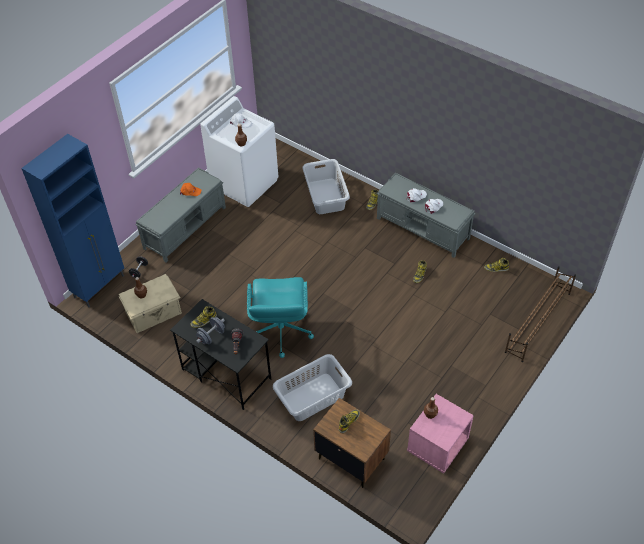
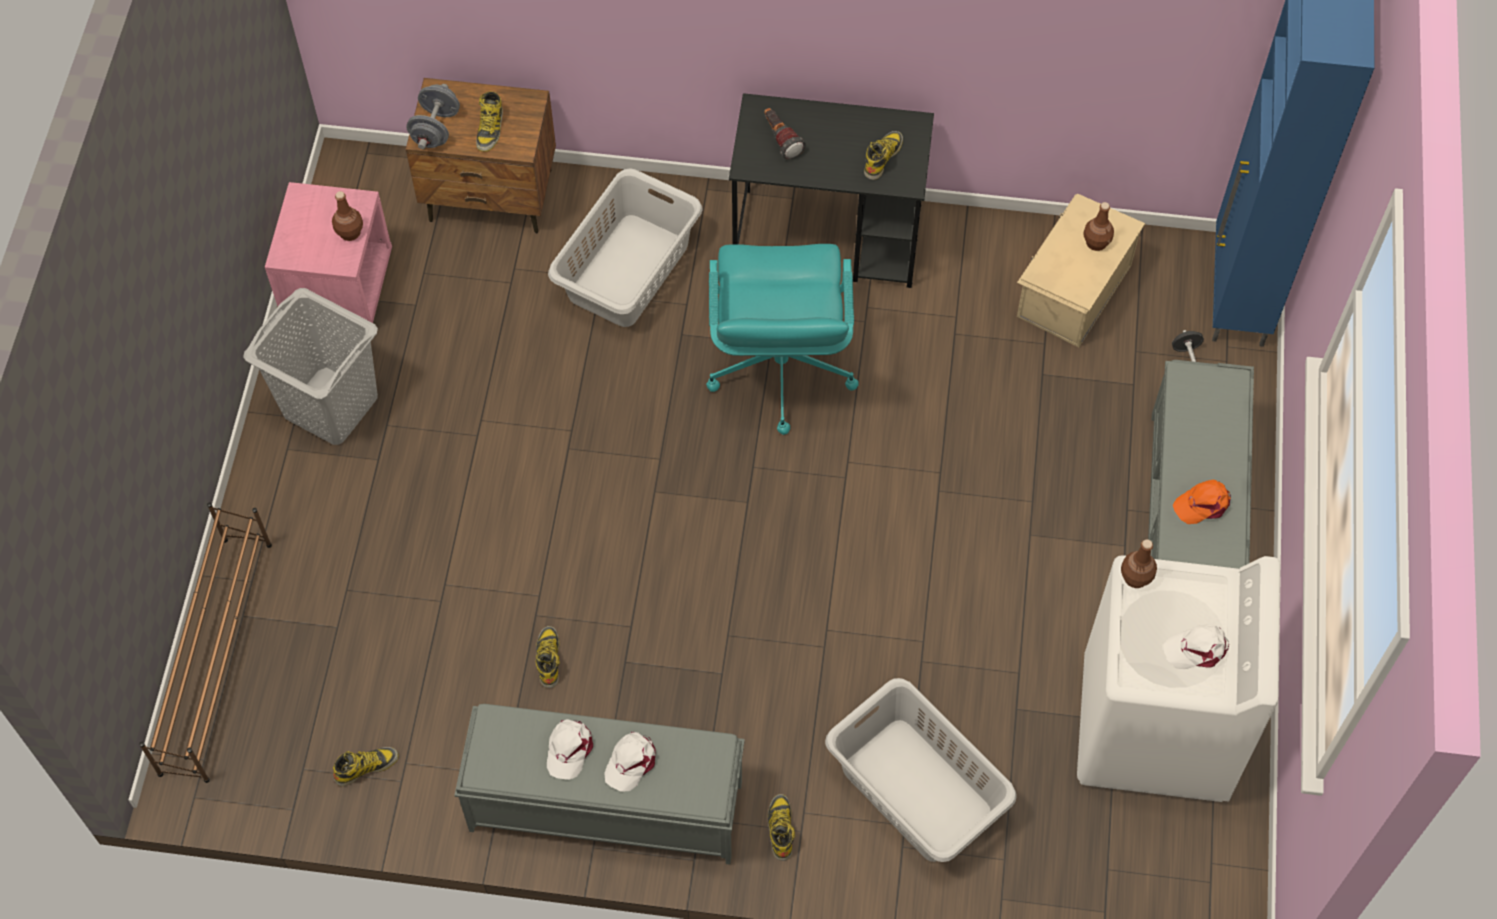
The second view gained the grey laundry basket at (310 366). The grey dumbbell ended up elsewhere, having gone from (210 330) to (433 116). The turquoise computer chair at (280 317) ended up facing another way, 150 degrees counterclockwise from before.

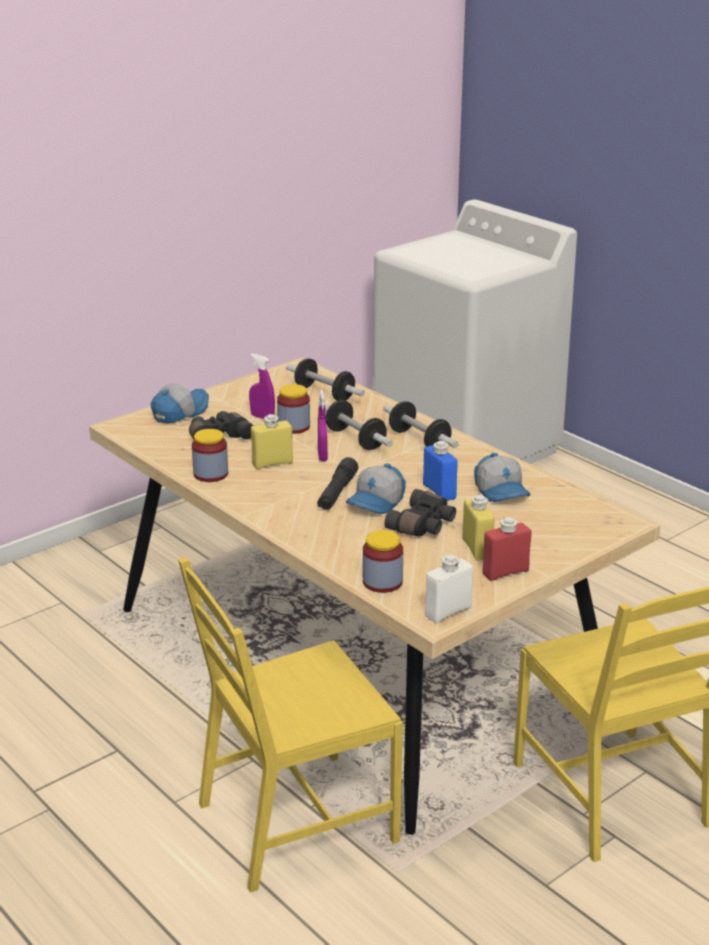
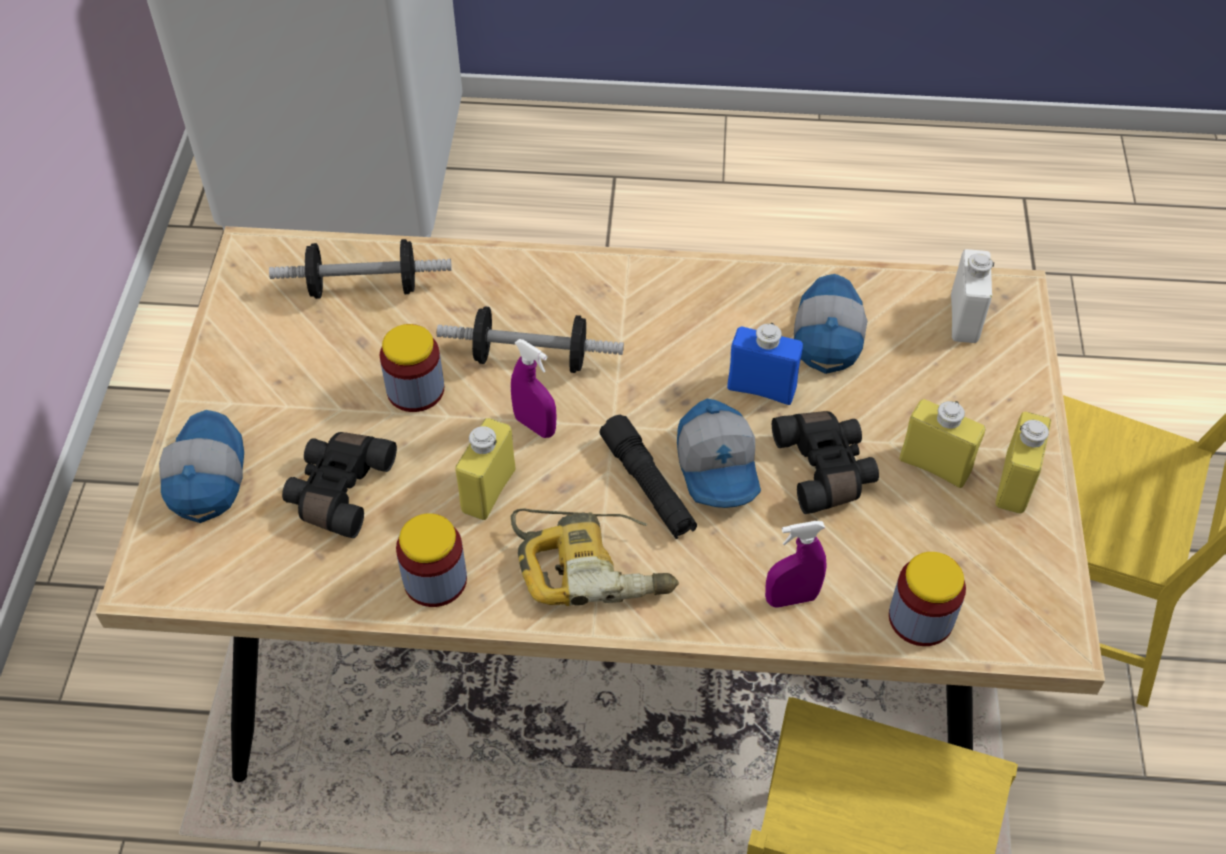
The second view lost the dumbbell at (421 424). The second view gained the electric drill at (595 557). The purple spray bottle ended up elsewhere, having gone from (262 386) to (796 564). The white bottle ended up elsewhere, having gone from (449 589) to (972 296). What was the reddish bottle at (507 549) turned into the yellow bottle at (1023 463). The baseball cap at (502 477) ended up facing another way, 105 degrees counterclockwise from before.

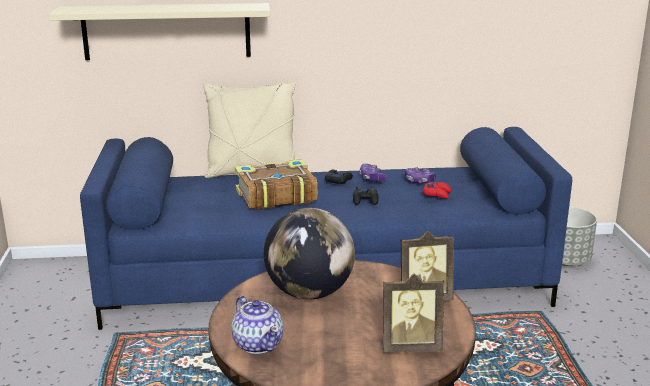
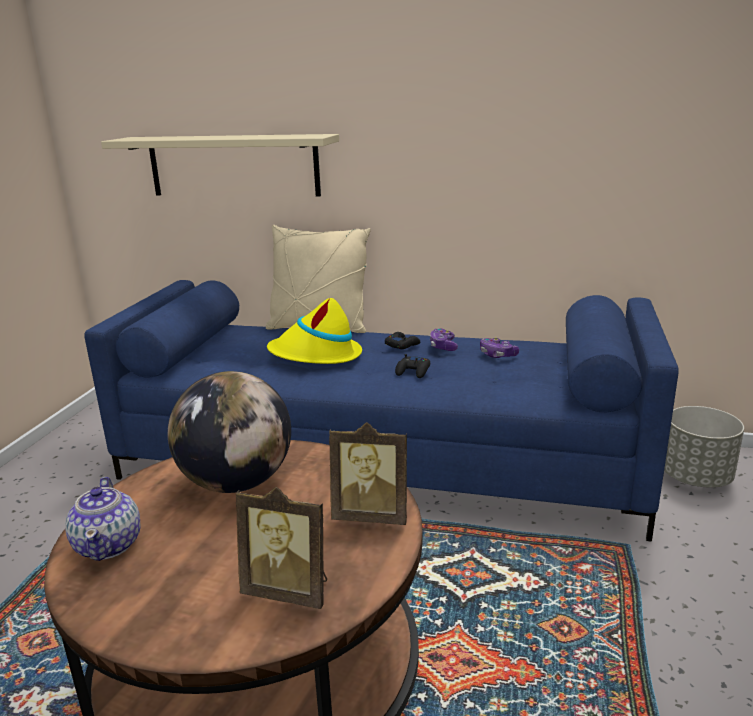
The second view lost the reddish game controller at (437 190). Where the volume stood at (276 184), the yellow hat came to stand at (314 331).

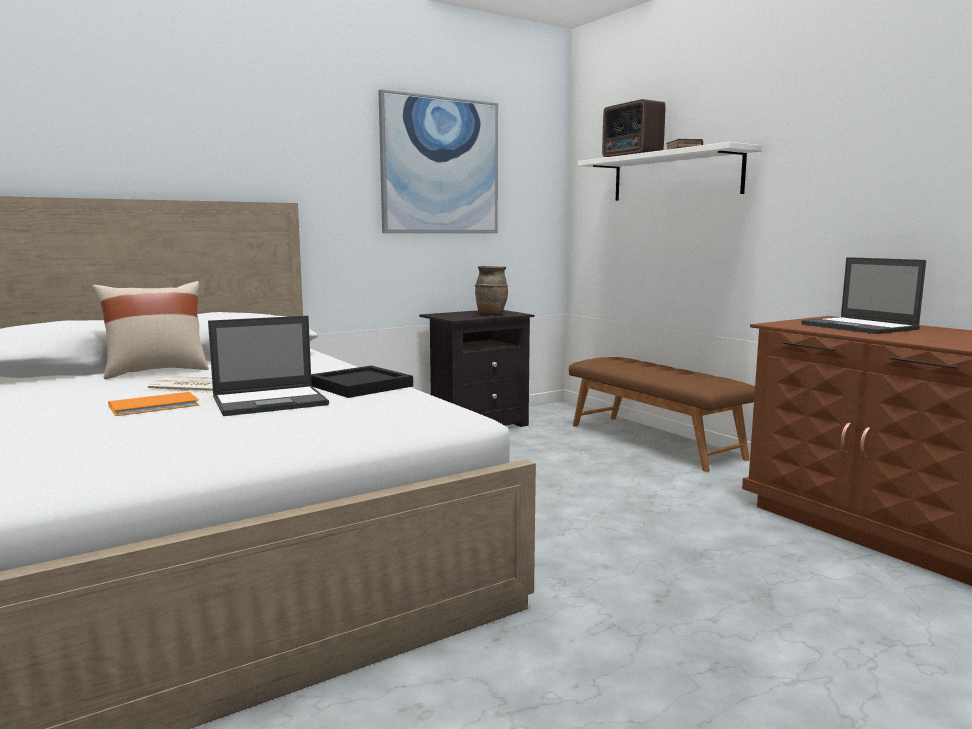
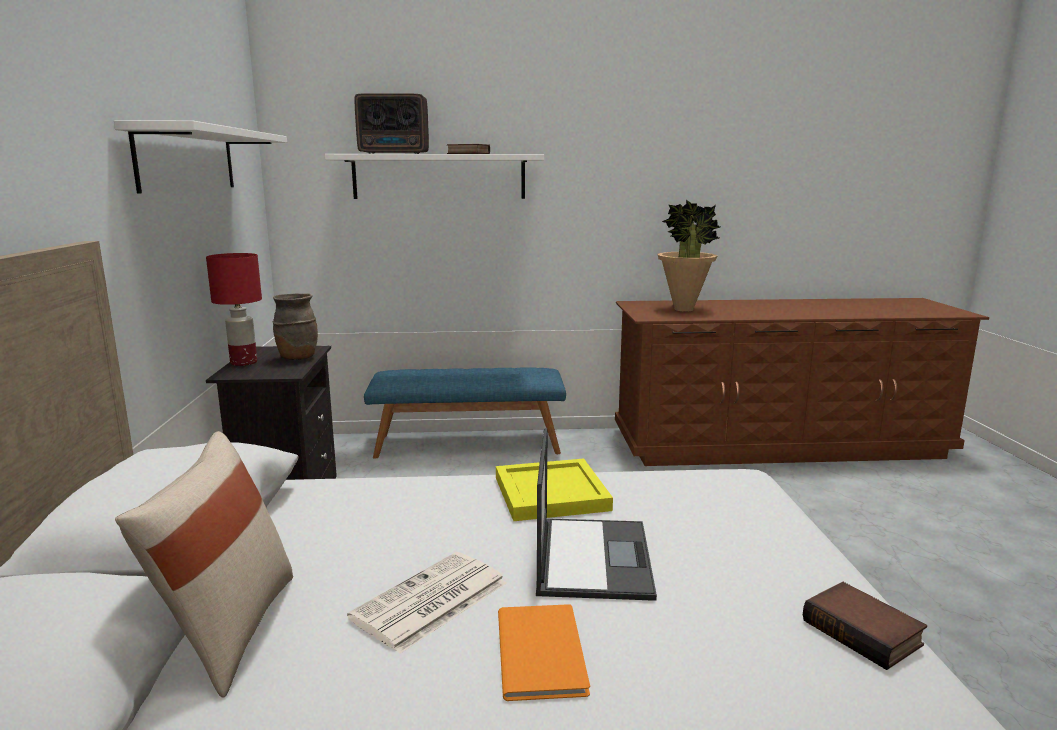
The second view gained the reddish tabletop lamp at (234 309). The second view gained the volume at (865 626). Where the wall picture hung at (438 161), the white wall shelf came to hang at (200 157). Where the notebook computer stood at (863 295), the houseplant came to stand at (689 256). What was the black-coloured carrying tray at (362 382) turned into the yellow carrying tray at (554 490). What was the brown long seat at (662 414) turned into the blue long seat at (465 413).

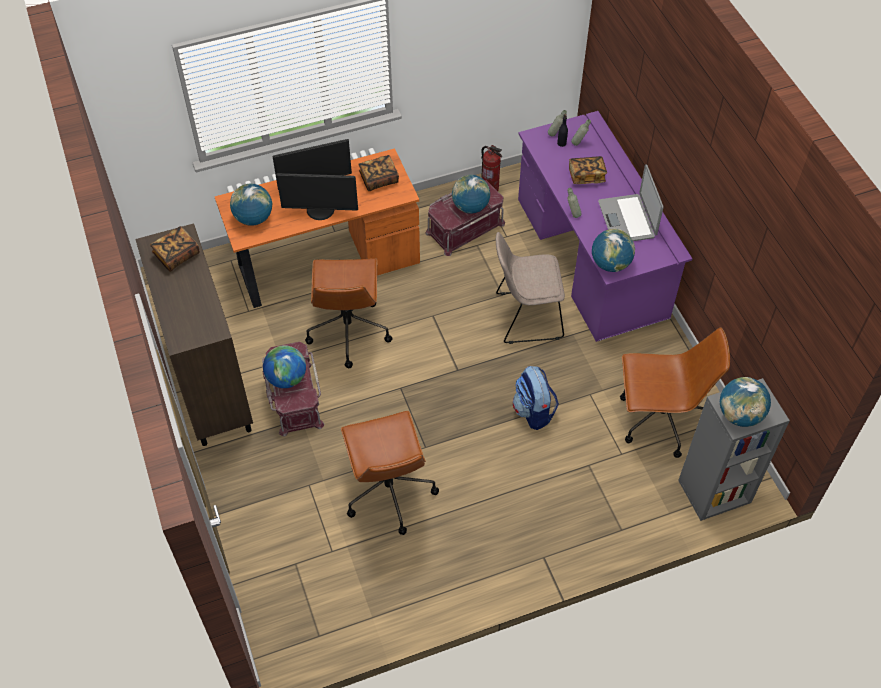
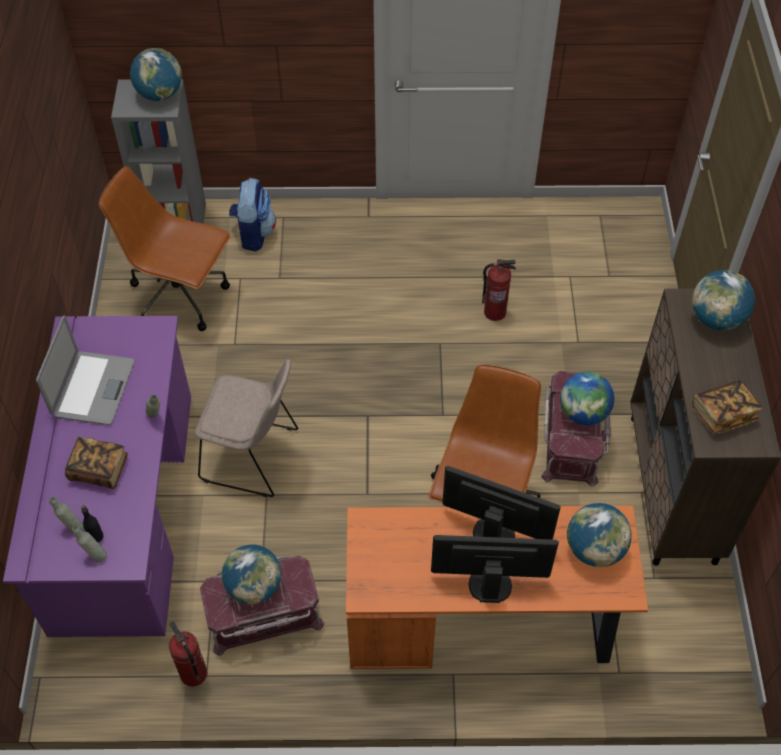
The second view lost the volume at (378 173). The knapsack ended up elsewhere, having gone from (536 398) to (252 215). The globe ended up elsewhere, having gone from (613 250) to (723 300). Where the brown computer chair stood at (390 473), the fire-fighting cylinder came to stand at (499 290).

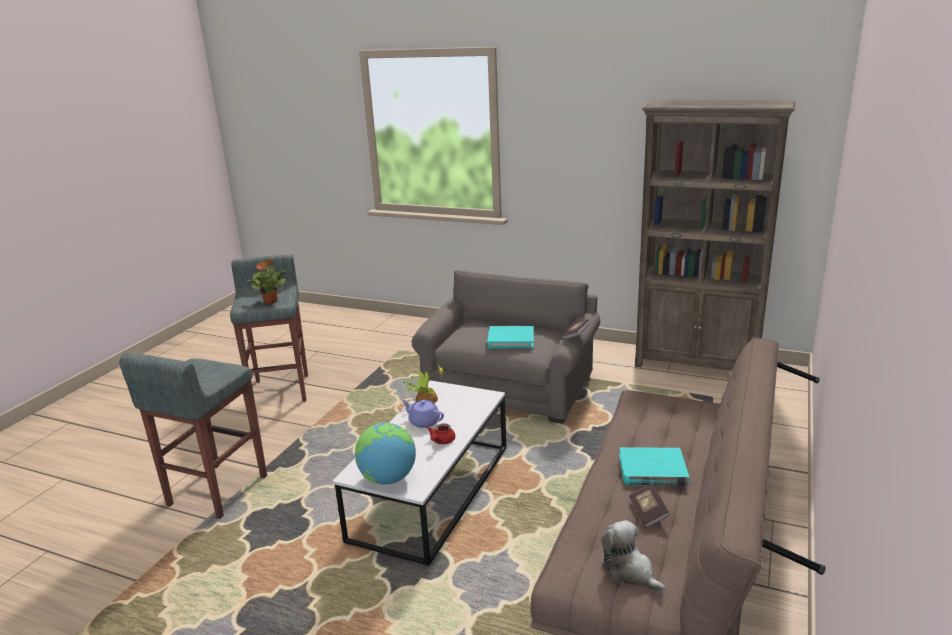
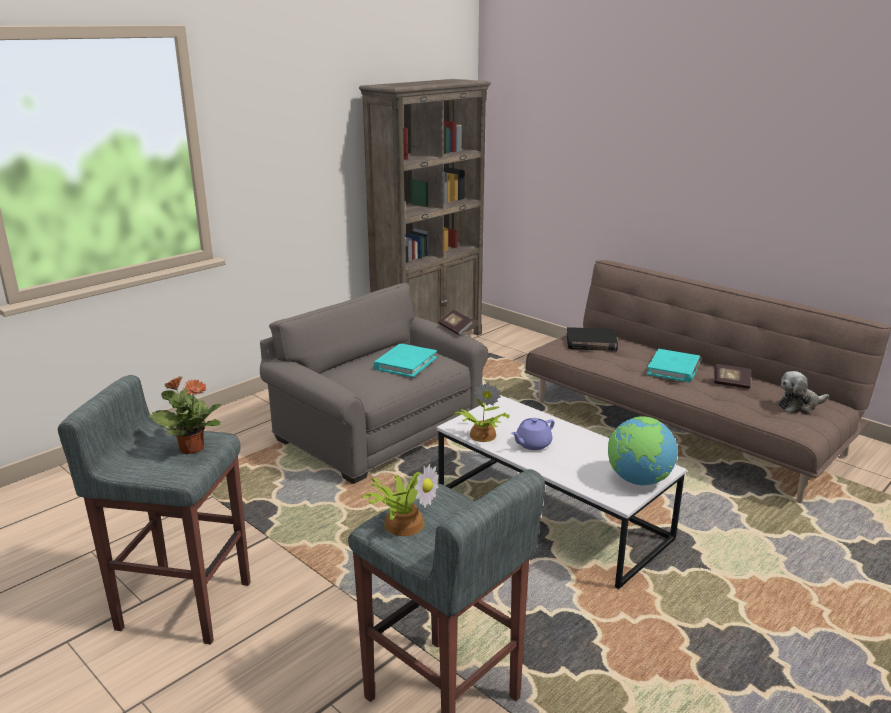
The second view lost the reddish teapot at (440 433). The second view gained the houseplant at (400 500). The second view gained the black-coloured volume at (592 339).

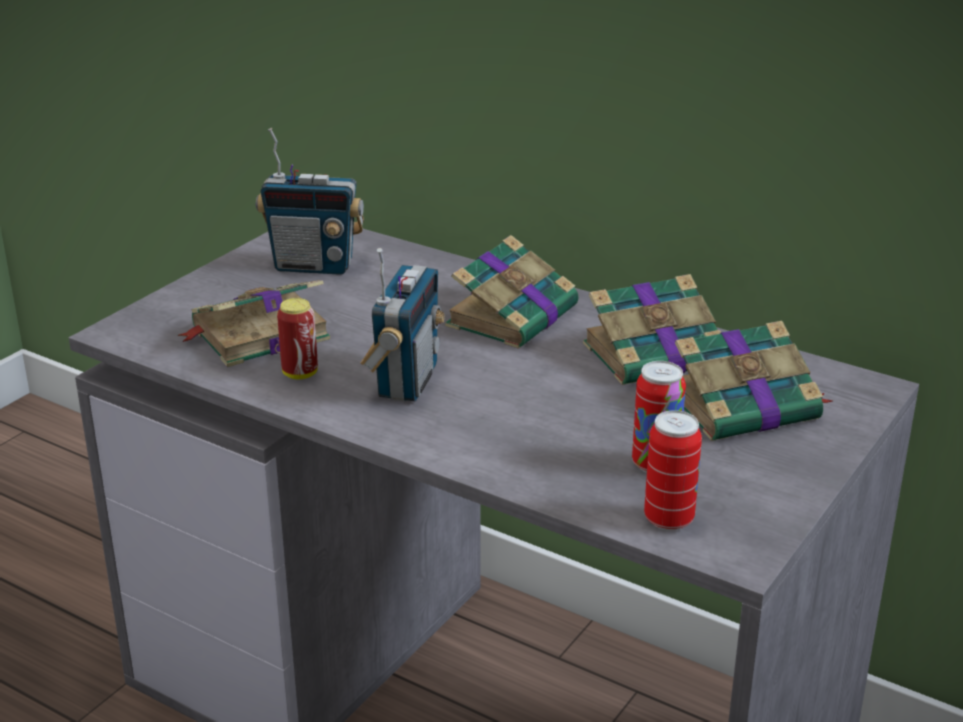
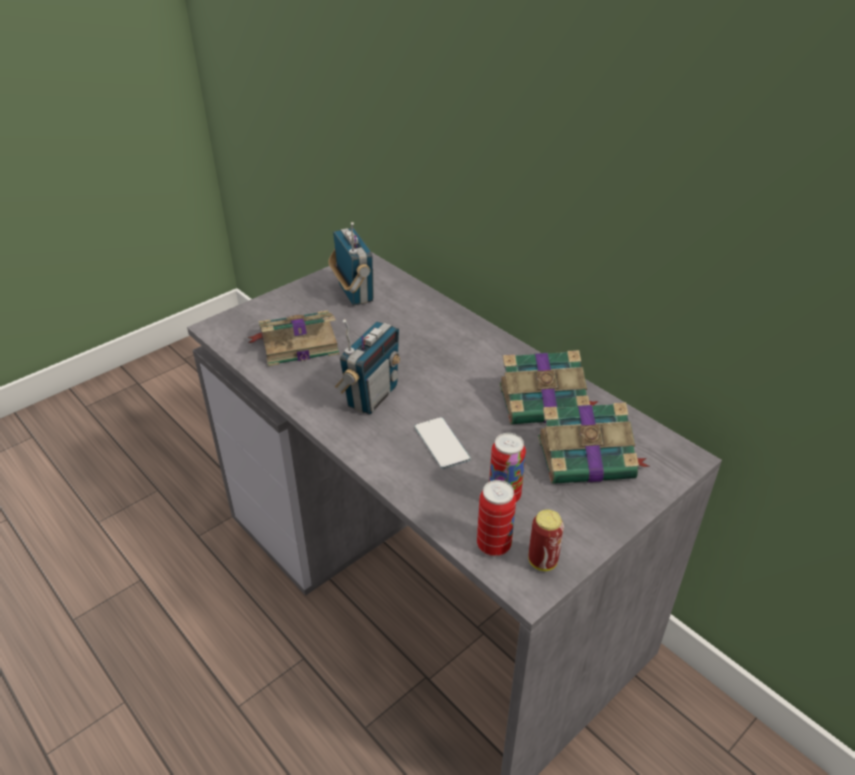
The second view lost the volume at (512 292). The second view gained the phone at (442 443). The sealed can ended up elsewhere, having gone from (297 338) to (546 540). The radio set at (310 201) ended up facing another way, 135 degrees counterclockwise from before.

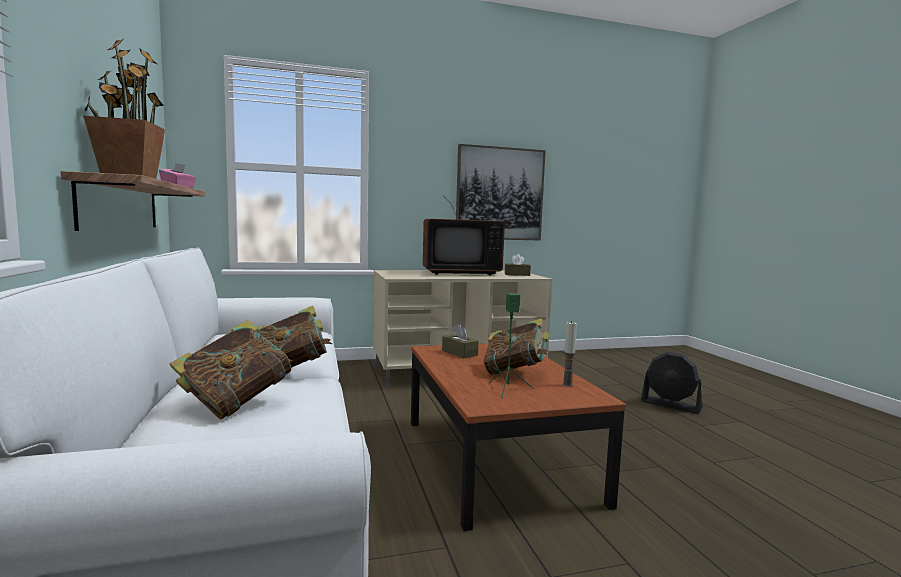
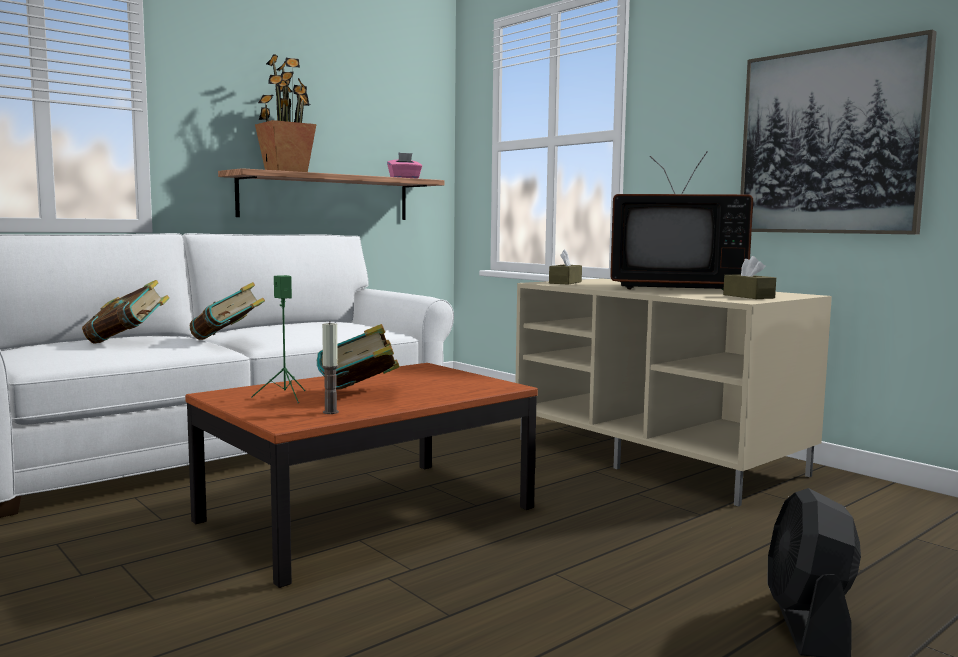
The brown tissue box ended up elsewhere, having gone from (460 341) to (565 267). The television at (464 235) ended up facing another way, 45 degrees counterclockwise from before.

